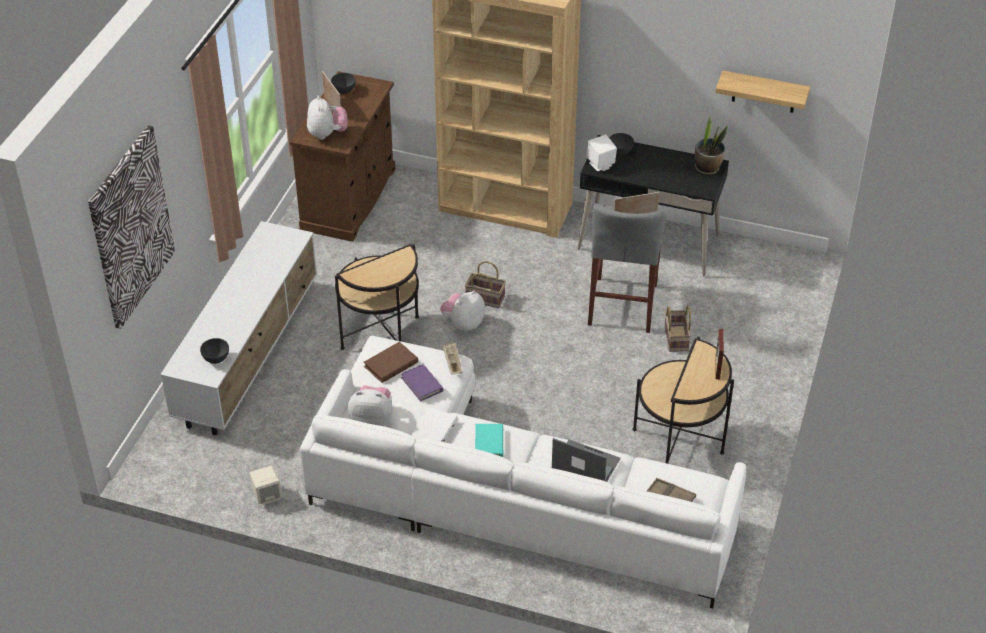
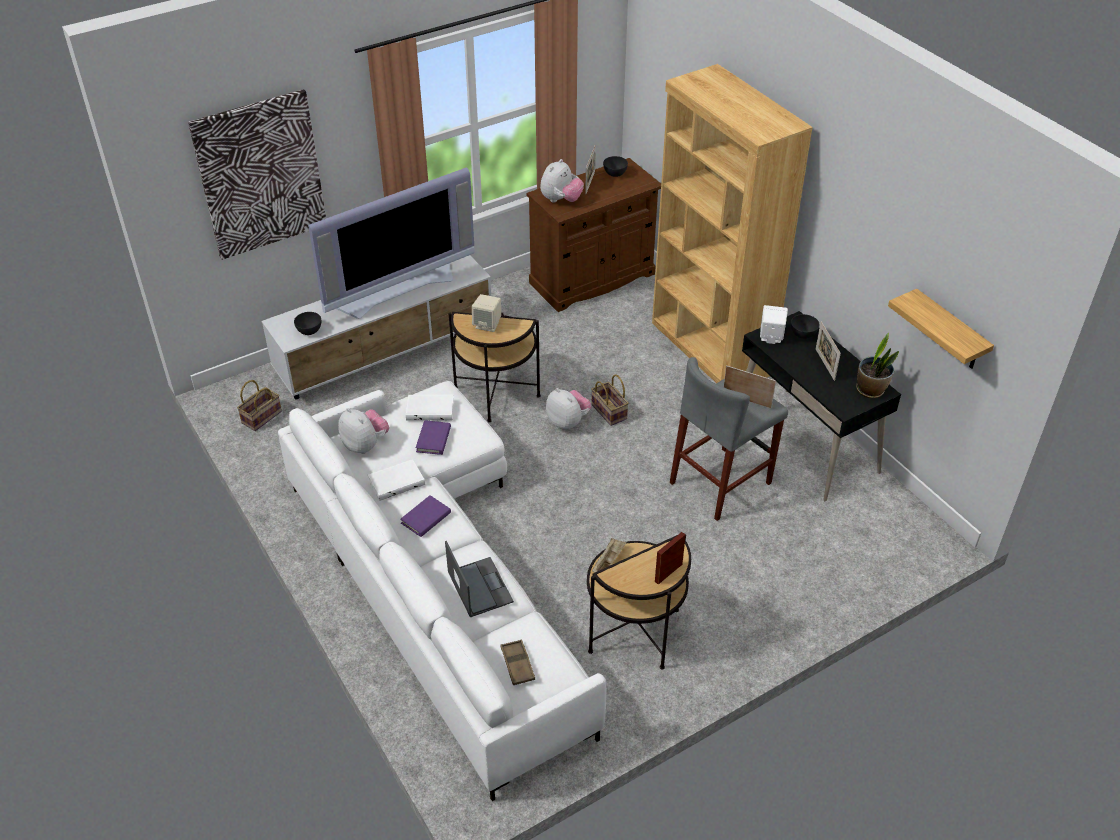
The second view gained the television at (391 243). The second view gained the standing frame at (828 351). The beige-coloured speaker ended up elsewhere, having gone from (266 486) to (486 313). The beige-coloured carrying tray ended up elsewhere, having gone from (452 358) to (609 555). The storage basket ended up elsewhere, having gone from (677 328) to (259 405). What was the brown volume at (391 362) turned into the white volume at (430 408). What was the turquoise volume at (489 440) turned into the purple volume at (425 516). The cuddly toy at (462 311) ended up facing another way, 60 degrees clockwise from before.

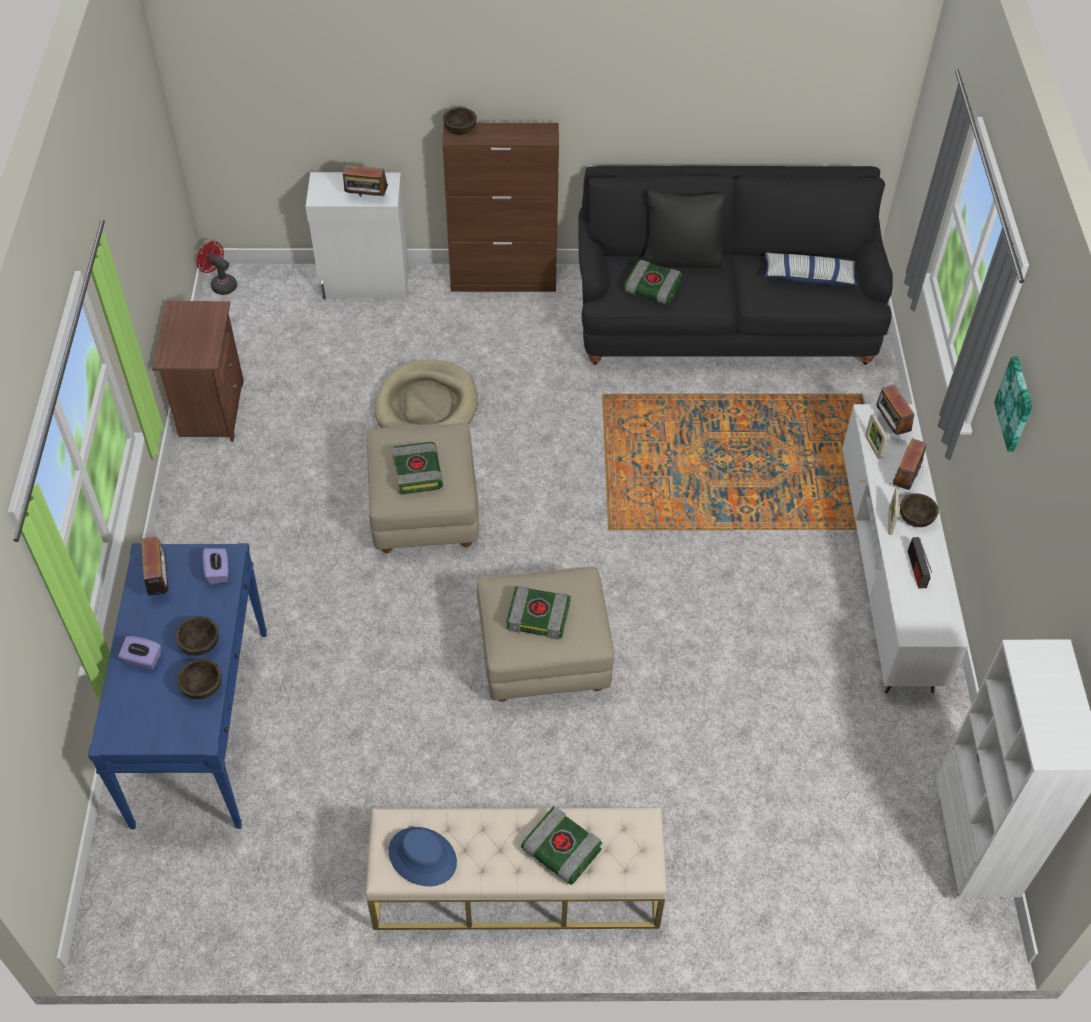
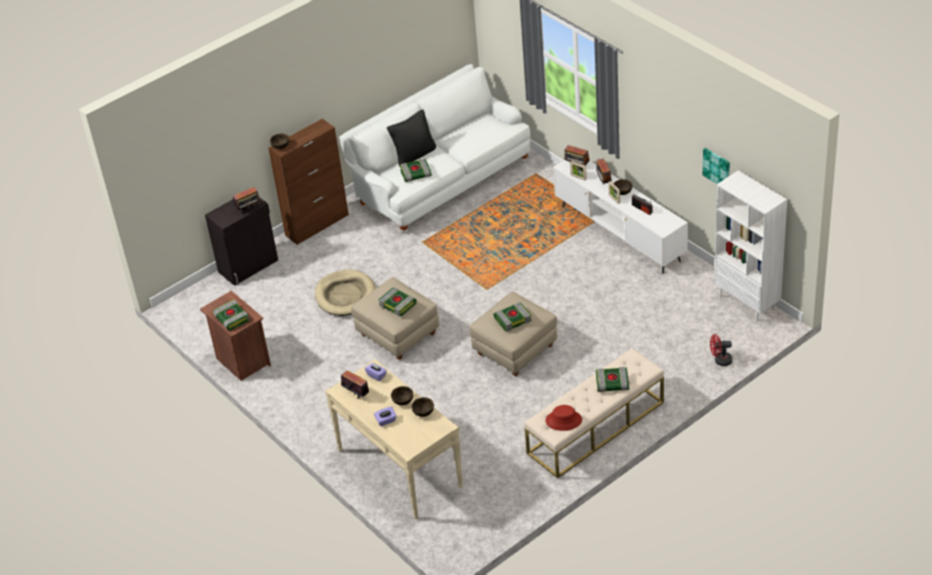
The second view lost the throw pillow at (810 269). The second view gained the volume at (231 315). The reddish electric fan ended up elsewhere, having gone from (216 268) to (721 350). The wall picture ended up elsewhere, having gone from (1013 404) to (716 166). What was the blue console table at (177 686) turned into the beige-coloured console table at (394 439). What was the white cupboard at (357 235) turned into the black-coloured cupboard at (241 241). What was the blue hat at (423 856) turned into the reddish hat at (564 418). What was the black-coloured sofa at (735 265) turned into the white sofa at (434 148).

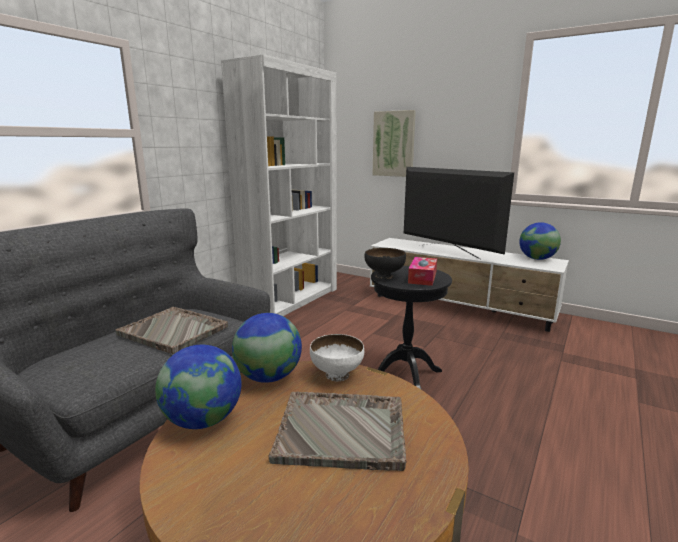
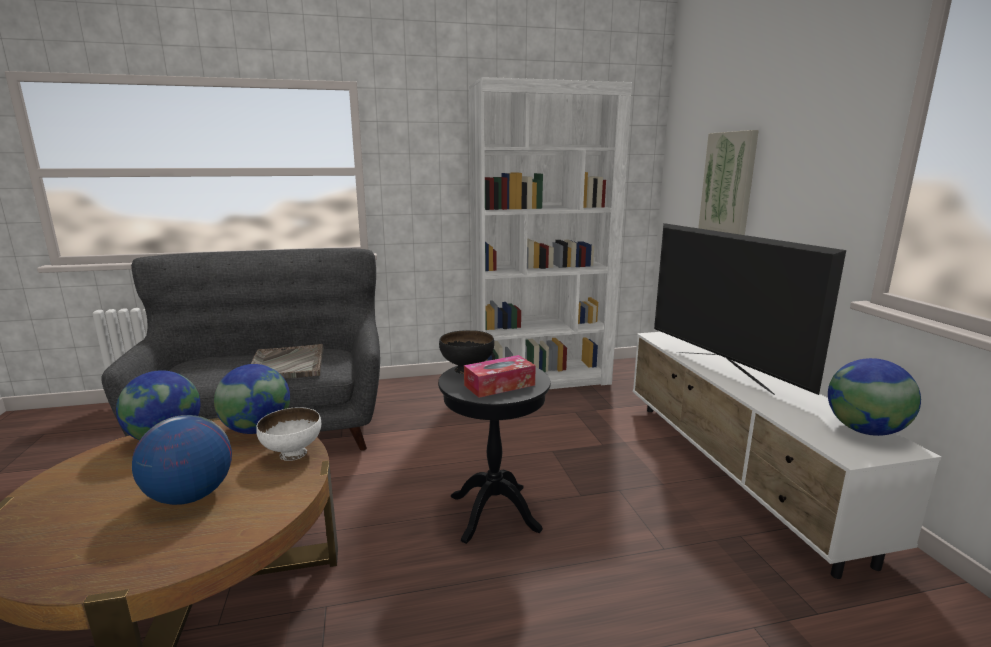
Where the grey carrying tray stood at (337 431), the globe came to stand at (182 460). The television at (459 213) ended up facing another way, 150 degrees clockwise from before.

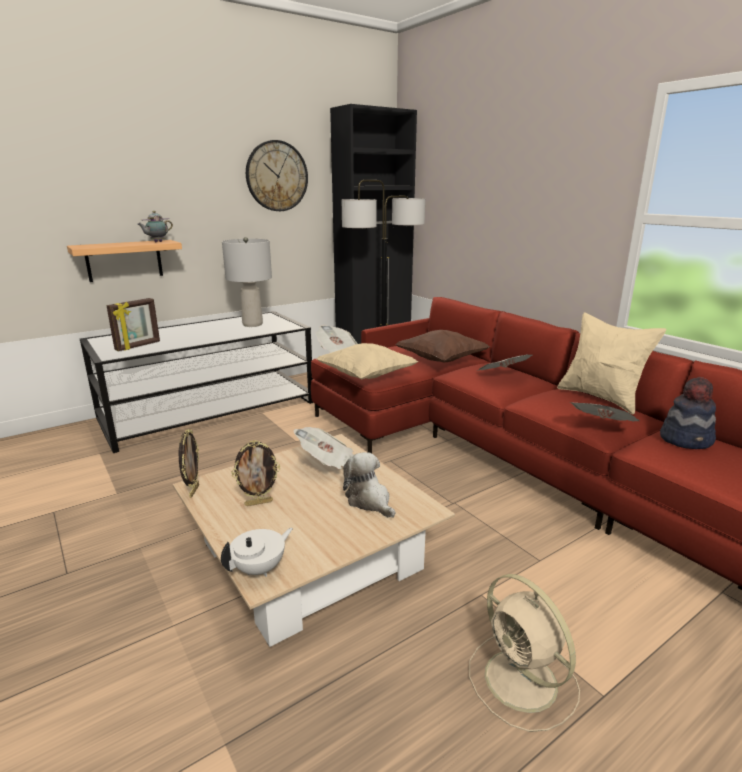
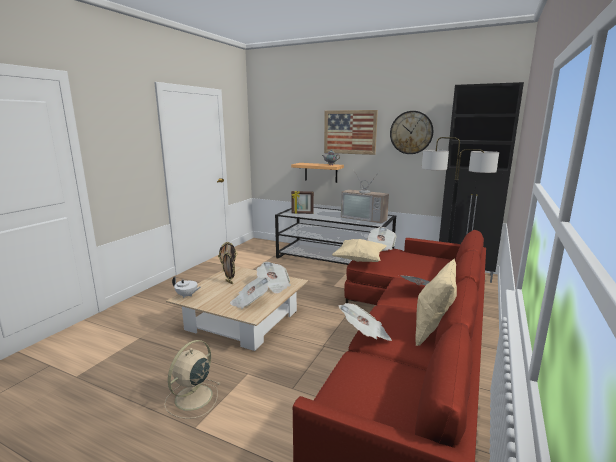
The second view lost the brown throw pillow at (442 346). The second view lost the hat at (688 413). The second view gained the wall picture at (351 132). Where the grey tabletop lamp stood at (247 282), the television came to stand at (365 197). Where the cuddly toy stood at (369 485), the newspaper came to stand at (250 293).

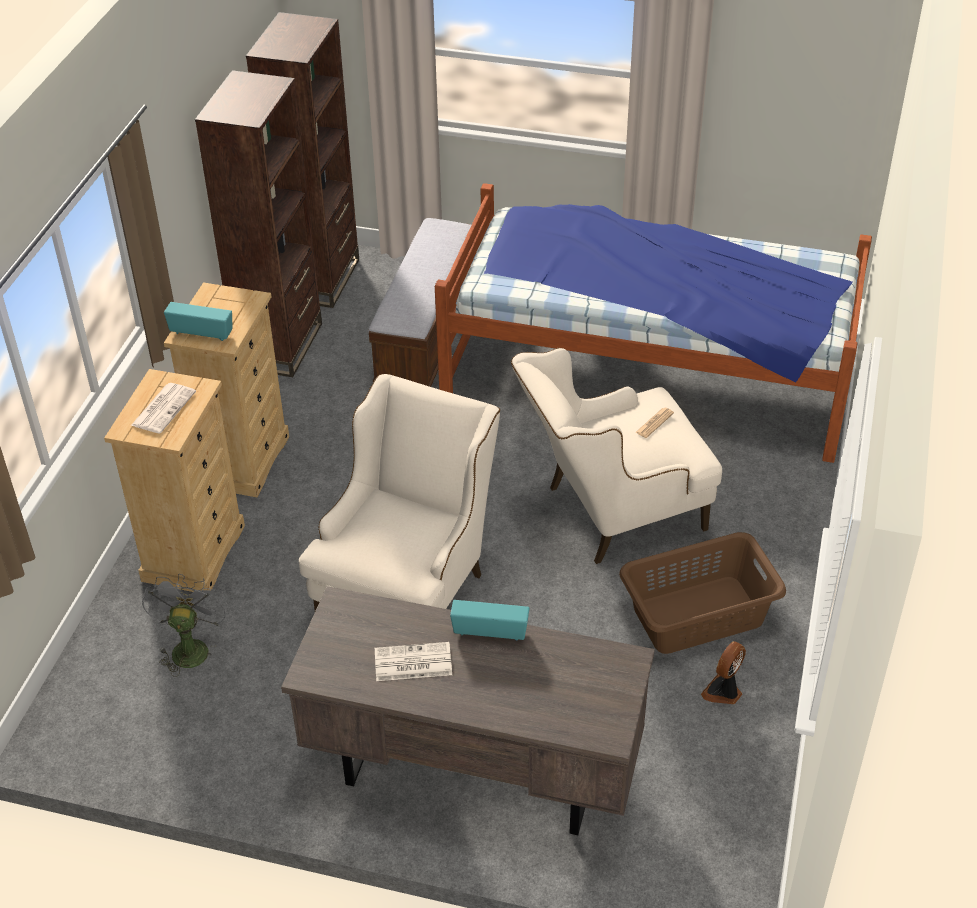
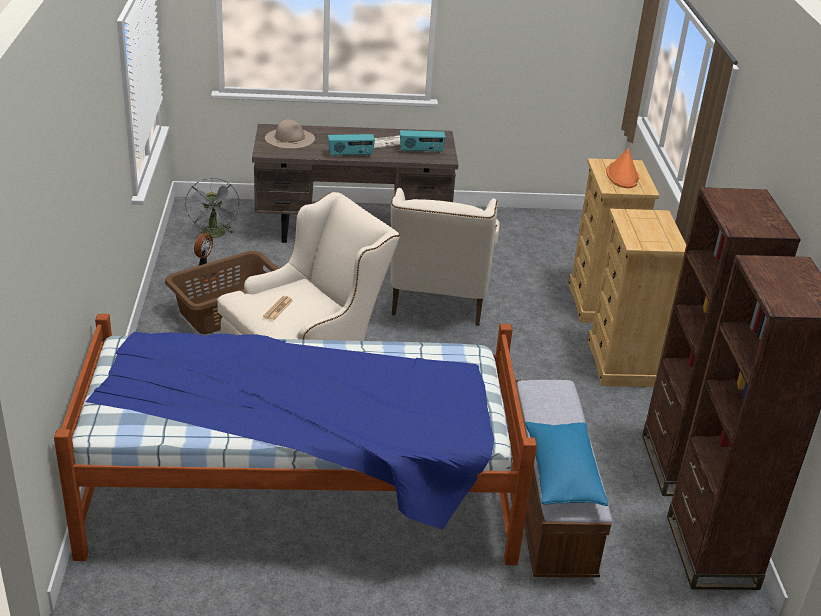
The second view gained the beige-coloured hat at (290 134). The second view gained the blue throw pillow at (566 464). The grey electric fan ended up elsewhere, having gone from (184 625) to (212 208). The radio set ended up elsewhere, having gone from (198 321) to (423 142). Where the newspaper stood at (163 408), the orangey hat came to stand at (622 168).

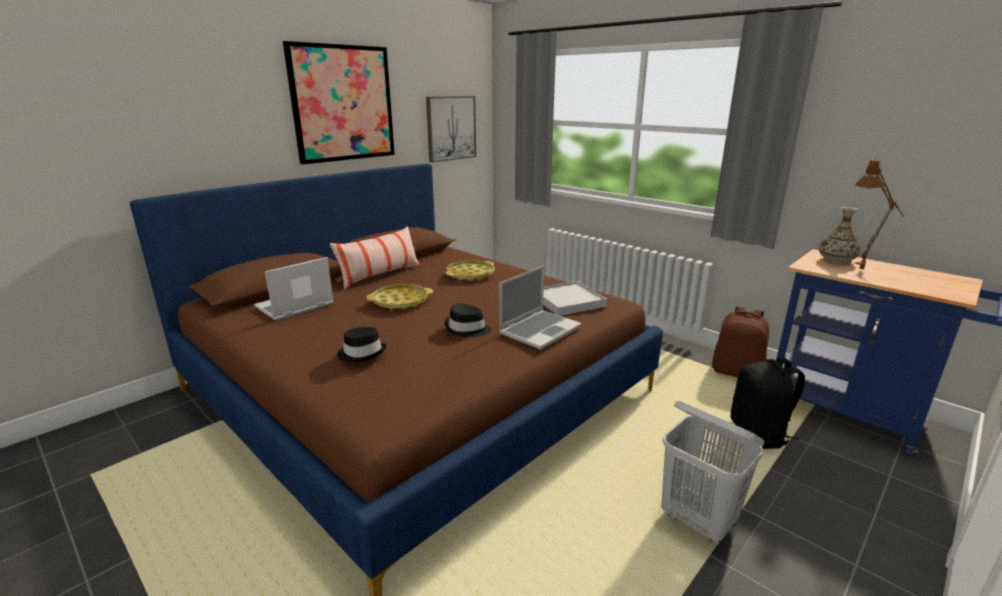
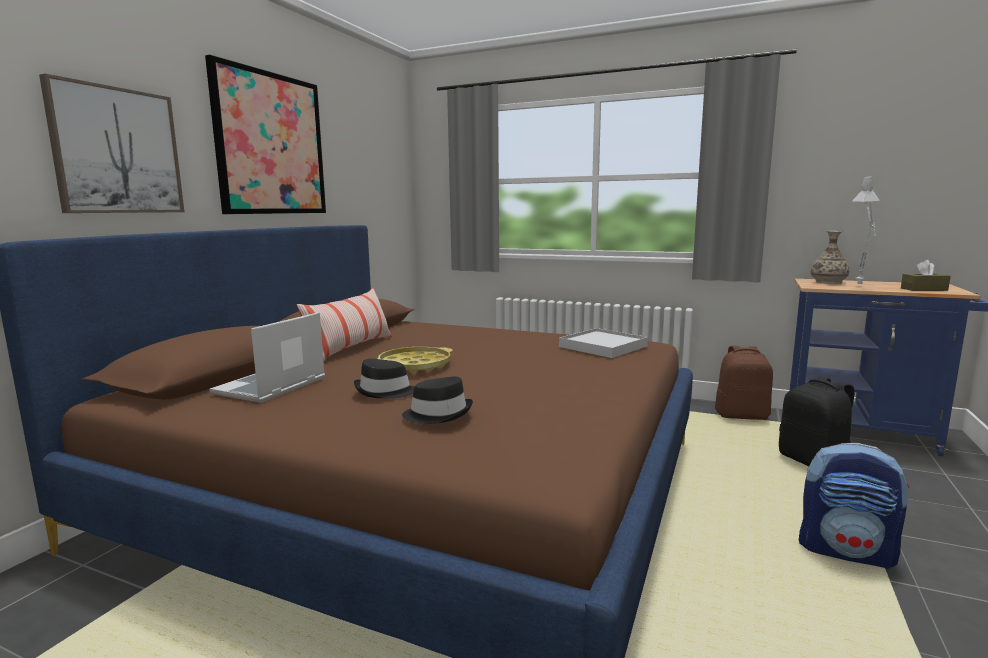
The second view lost the yellow carrying tray at (470 270). The second view lost the notebook computer at (540 308). The second view gained the brown tissue box at (926 275). The wall picture ended up elsewhere, having gone from (451 129) to (111 143). The black-coloured hat ended up elsewhere, having gone from (467 320) to (384 378). Where the white laundry basket stood at (713 473), the knapsack came to stand at (854 506). What was the brown tabletop lamp at (879 214) turned into the grey tabletop lamp at (865 229).

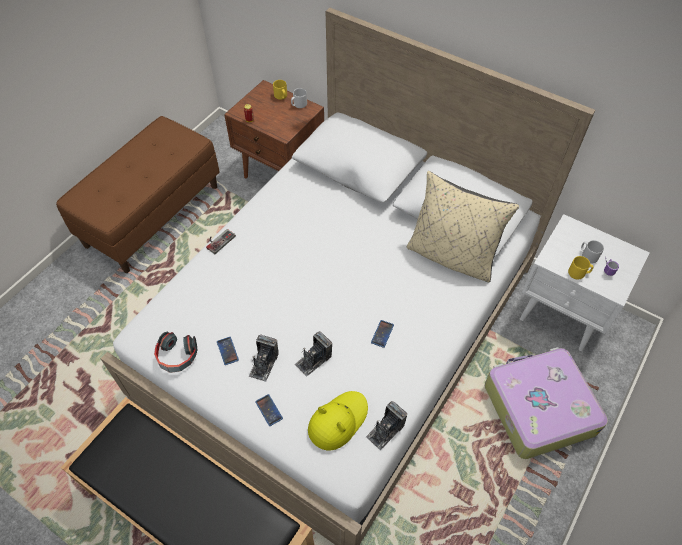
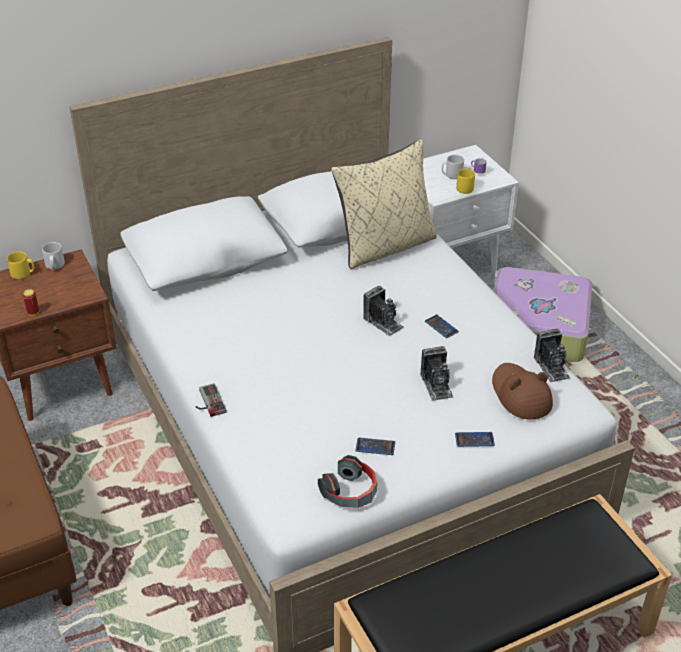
The still camera ended up elsewhere, having gone from (264 358) to (383 311). What was the yellow hat at (338 420) turned into the brown hat at (522 391).

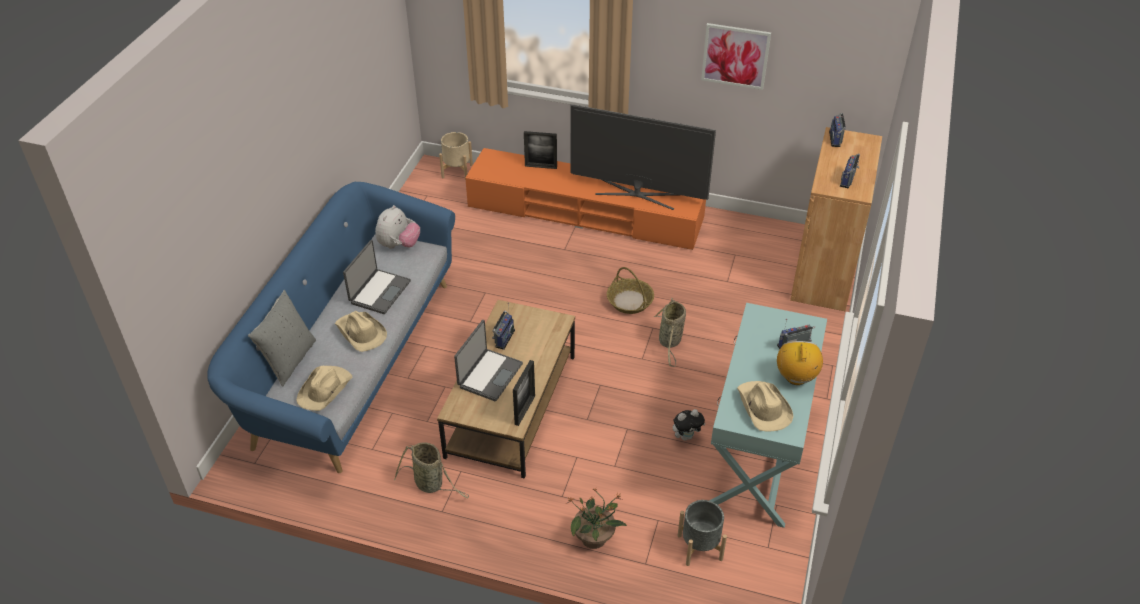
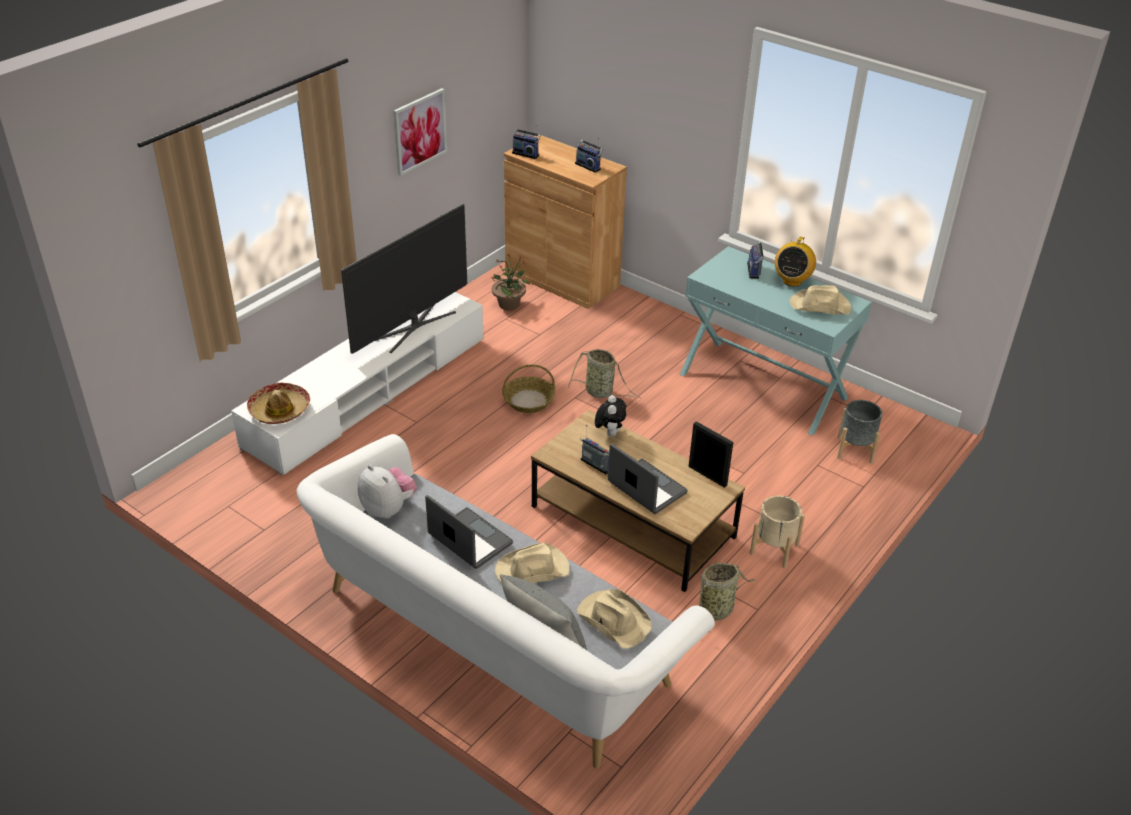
The second view lost the standing frame at (540 150). The second view gained the hat at (278 403). The beige-coloured plant pot ended up elsewhere, having gone from (456 156) to (777 531). The houseplant ended up elsewhere, having gone from (596 518) to (510 281). The cuddly toy ended up elsewhere, having gone from (689 425) to (610 416). What was the blue sofa at (331 327) turned into the white sofa at (505 601). What was the orangey tv unit at (585 199) turned into the white tv unit at (357 383). The radio set at (800 363) ended up facing another way, 90 degrees counterclockwise from before.

